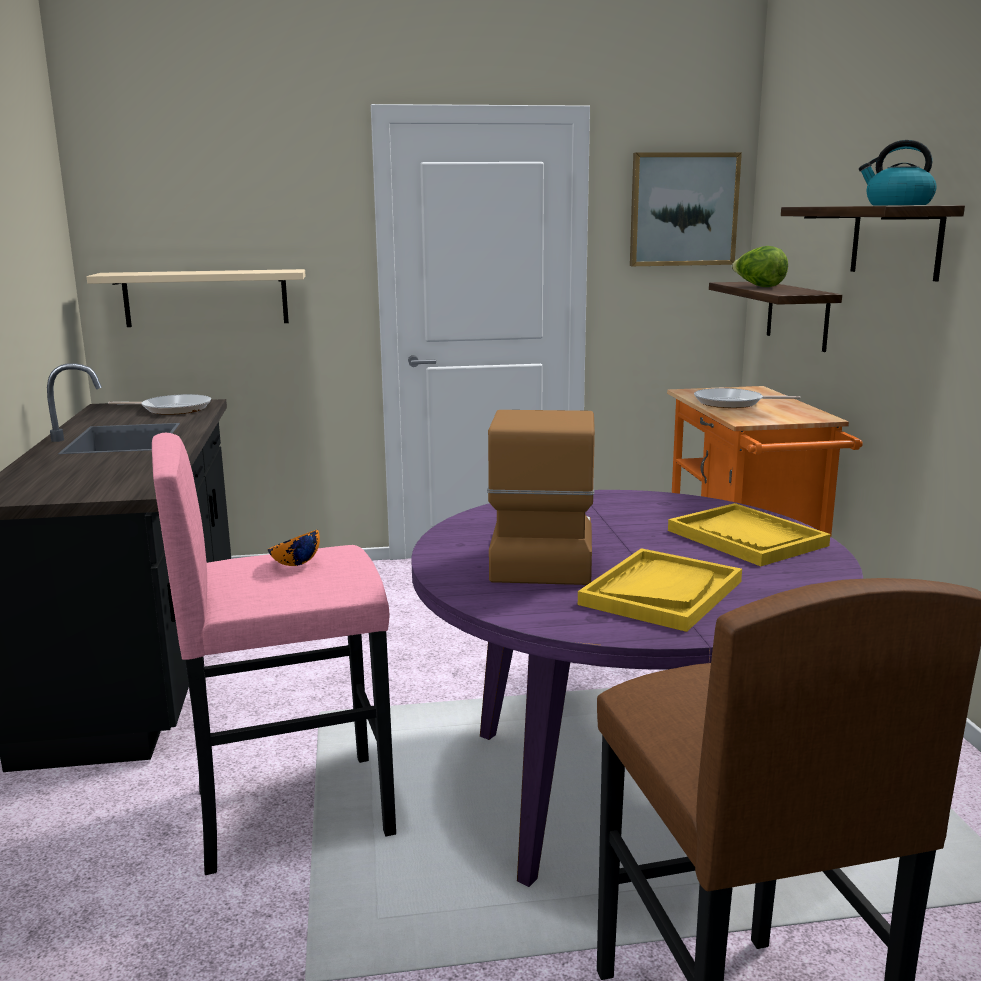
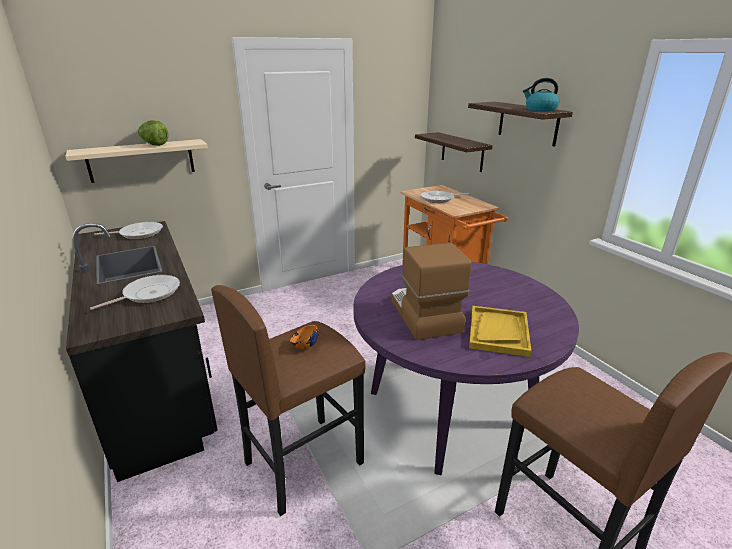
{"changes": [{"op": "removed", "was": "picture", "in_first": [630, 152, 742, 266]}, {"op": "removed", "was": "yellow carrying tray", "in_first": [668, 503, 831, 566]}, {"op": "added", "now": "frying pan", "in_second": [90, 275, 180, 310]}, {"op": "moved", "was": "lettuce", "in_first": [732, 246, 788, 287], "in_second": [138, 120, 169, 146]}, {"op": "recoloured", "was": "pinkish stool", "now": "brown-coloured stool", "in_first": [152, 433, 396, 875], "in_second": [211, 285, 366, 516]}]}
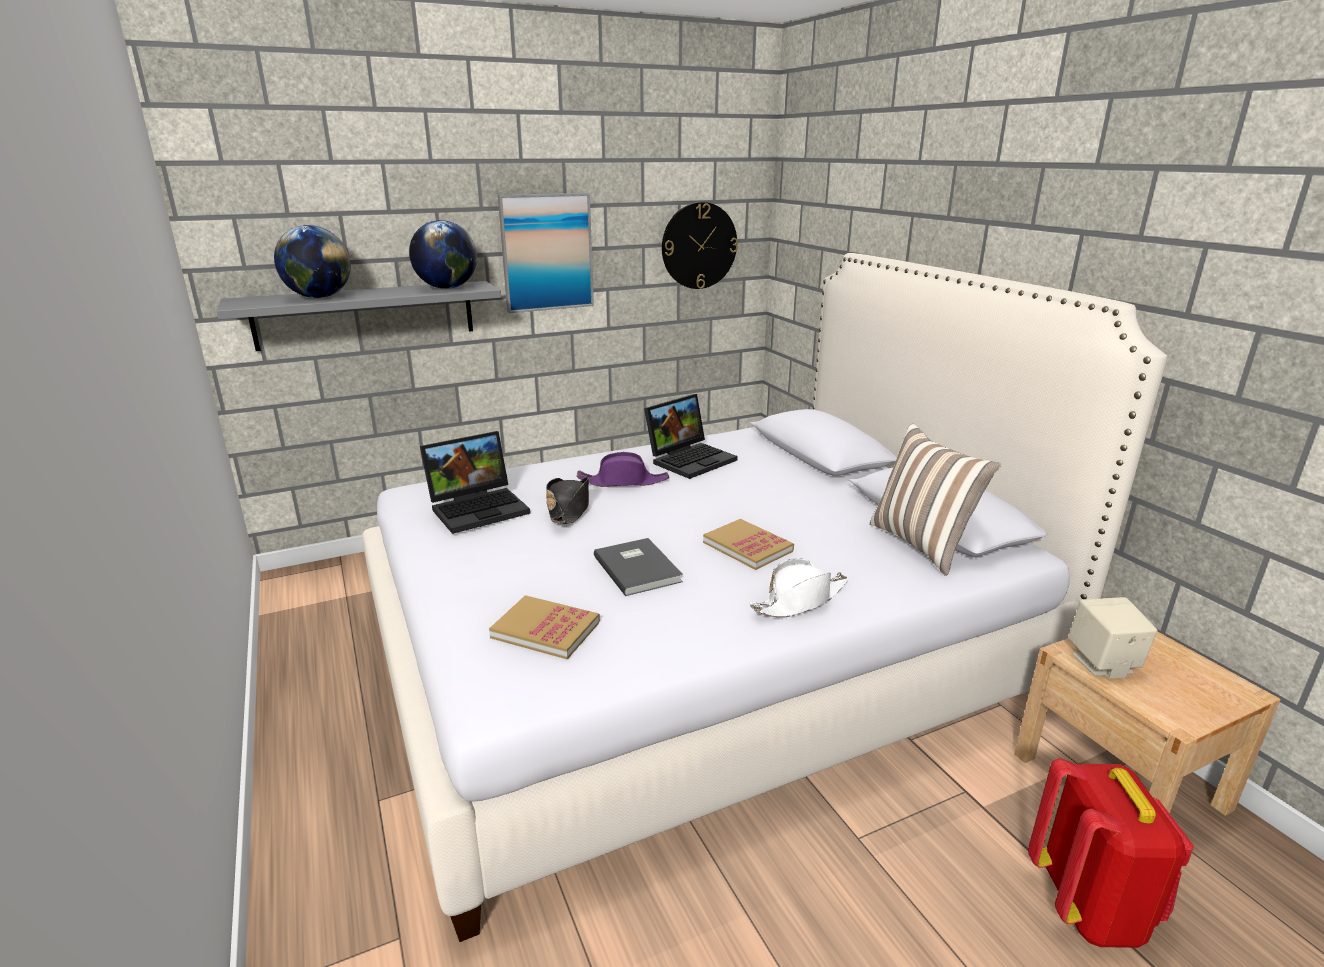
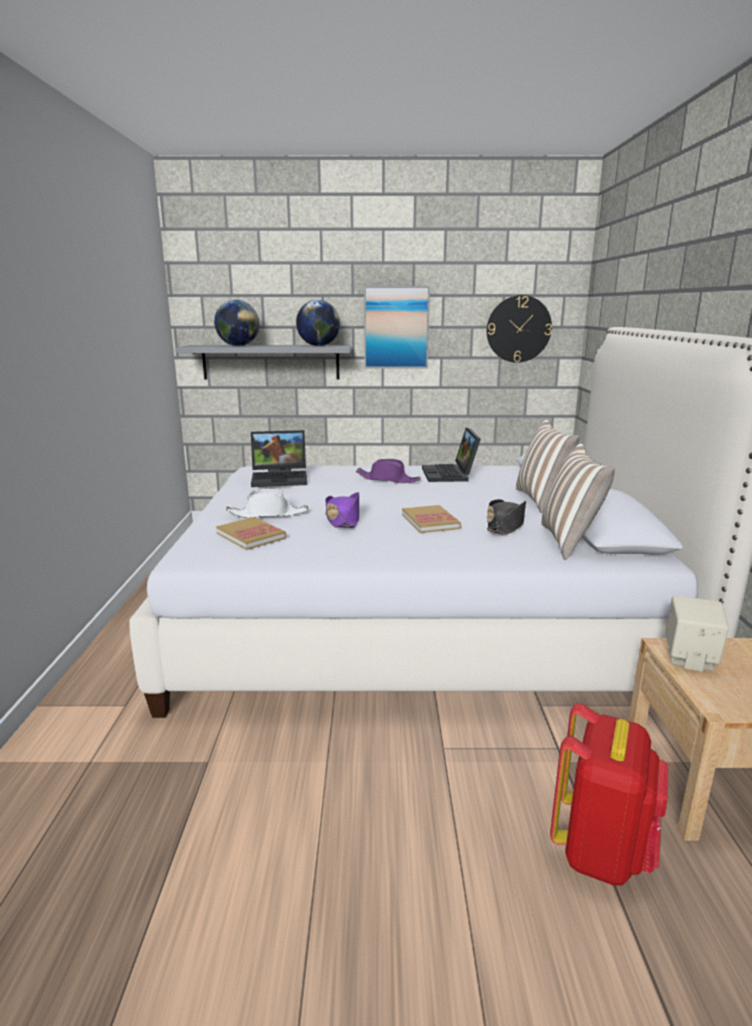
{"changes": [{"op": "added", "now": "cushion", "in_second": [516, 420, 579, 513]}, {"op": "moved", "was": "black-coloured hat", "in_first": [546, 477, 589, 524], "in_second": [487, 499, 526, 535]}, {"op": "moved", "was": "white-coloured hat", "in_first": [750, 558, 848, 618], "in_second": [226, 489, 309, 518]}, {"op": "replaced", "was": "grey book", "now": "purplish hat", "in_first": [594, 538, 683, 596], "in_second": [325, 492, 359, 528]}, {"op": "turned", "was": "notebook computer", "in_first": [644, 394, 738, 479], "in_second": [422, 427, 481, 482], "clockwise": 105}]}
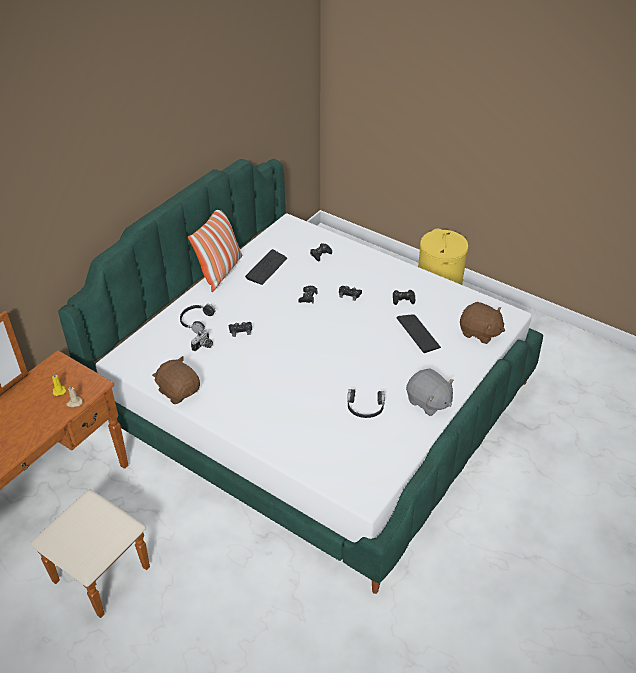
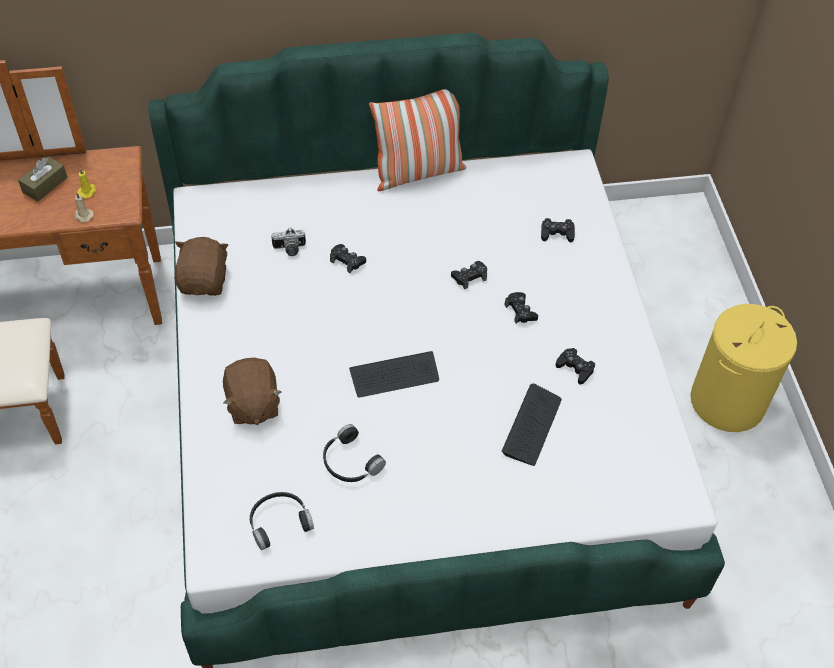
{"changes": [{"op": "removed", "was": "grey plush toy", "in_first": [406, 369, 454, 416]}, {"op": "added", "now": "brown-coloured box of tissues", "in_second": [18, 156, 68, 202]}, {"op": "moved", "was": "black-coloured headphones", "in_first": [180, 304, 216, 334], "in_second": [250, 492, 314, 550]}, {"op": "moved", "was": "computer keyboard", "in_first": [245, 249, 287, 285], "in_second": [349, 351, 439, 398]}, {"op": "moved", "was": "brown-coloured plush toy", "in_first": [460, 302, 505, 344], "in_second": [223, 358, 282, 425]}]}
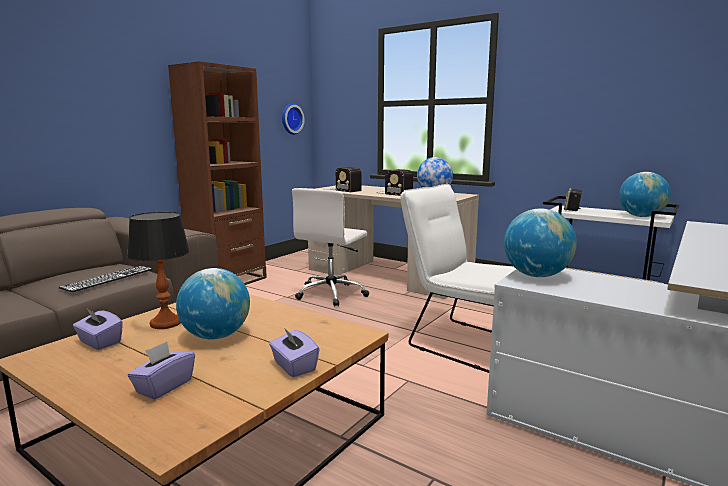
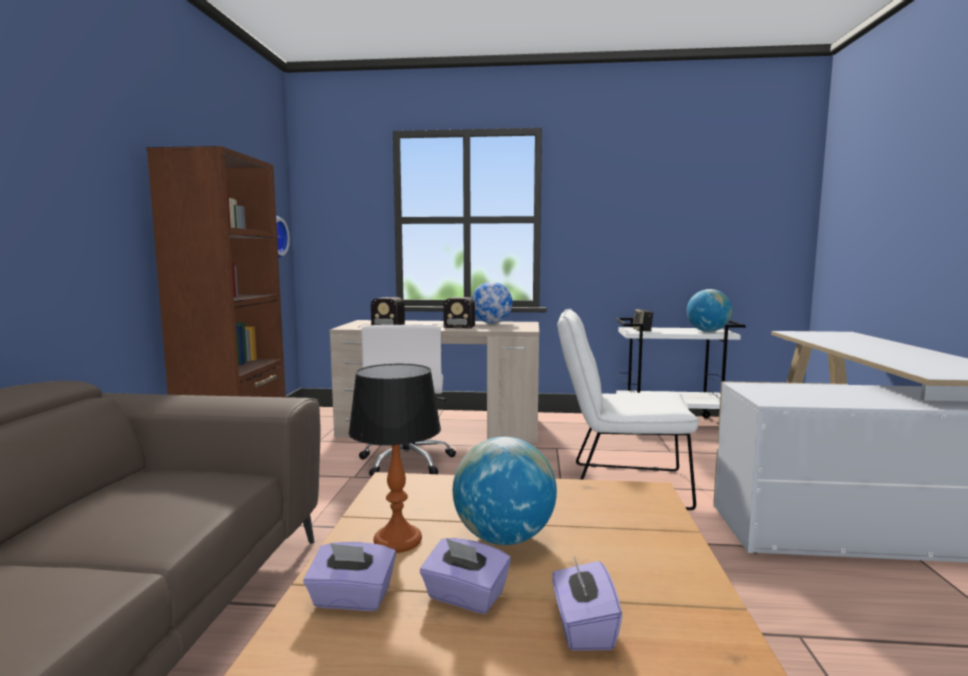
{"changes": [{"op": "removed", "was": "computer keyboard", "in_first": [58, 266, 153, 292]}, {"op": "removed", "was": "globe", "in_first": [504, 208, 577, 277]}, {"op": "moved", "was": "purplish box of tissues", "in_first": [269, 329, 320, 377], "in_second": [420, 538, 511, 614]}]}
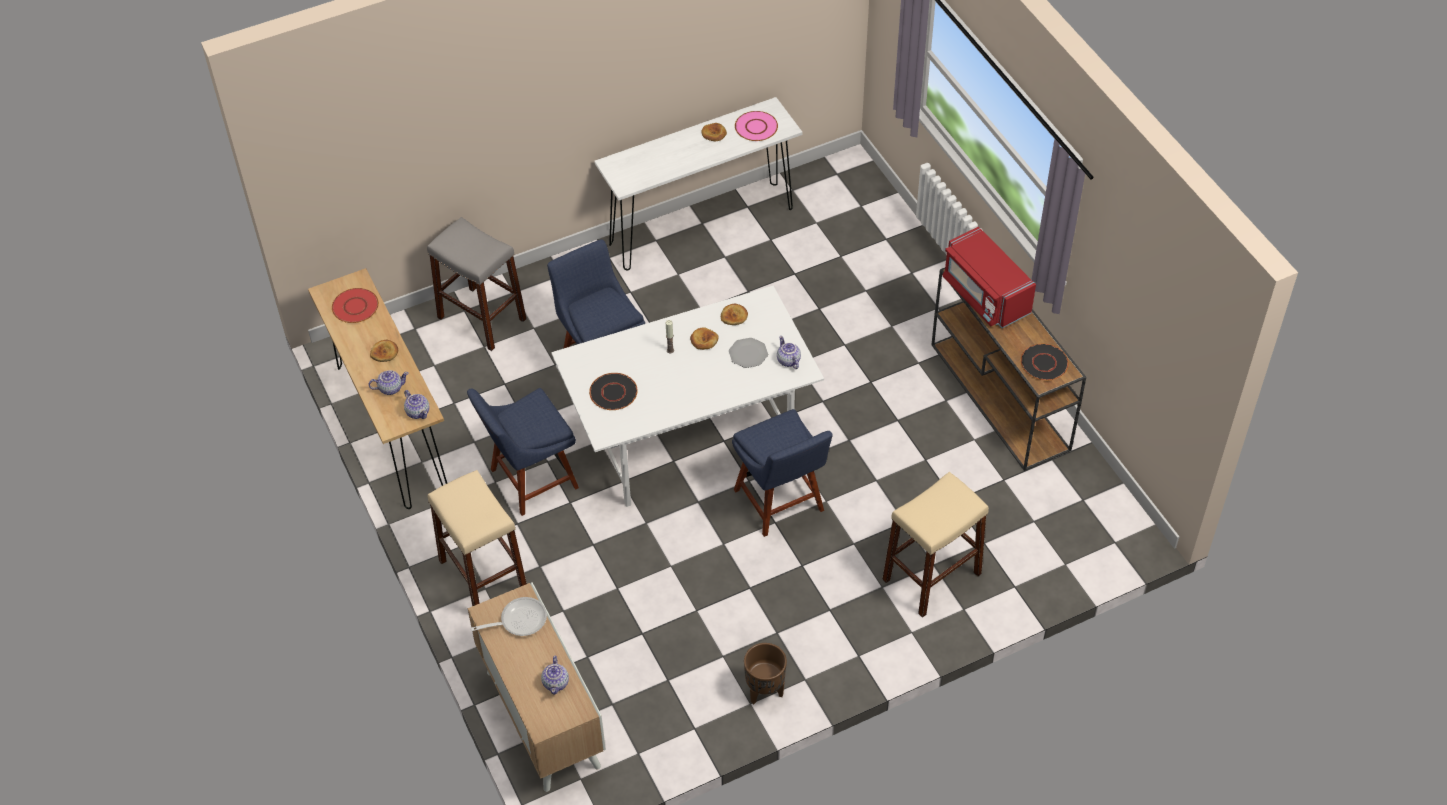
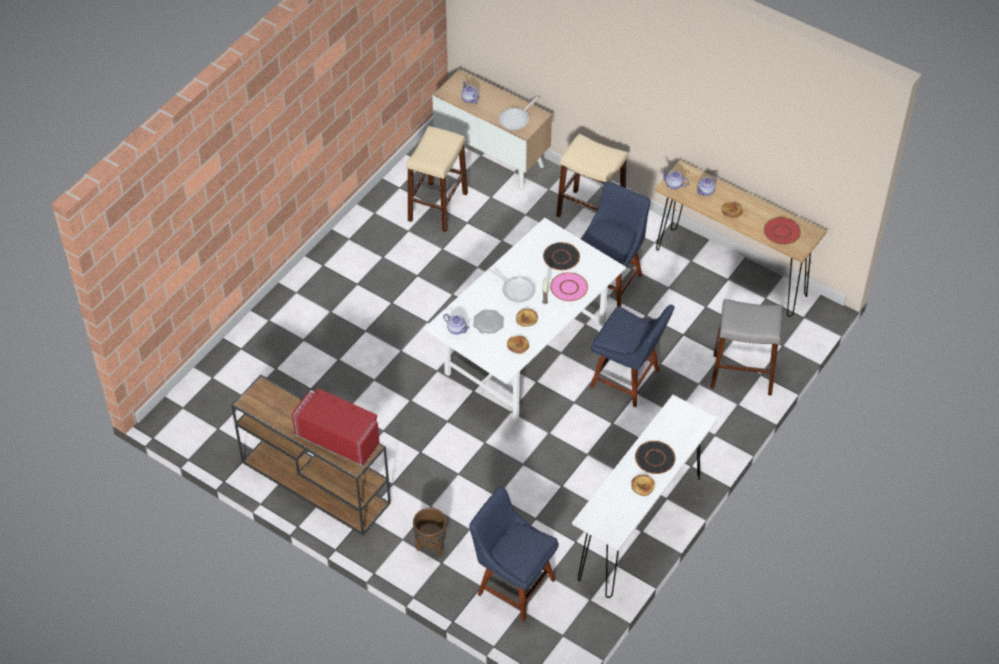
{"changes": [{"op": "added", "now": "frying pan", "in_second": [488, 268, 535, 303]}, {"op": "moved", "was": "blue-coloured plain chair", "in_first": [732, 409, 832, 537], "in_second": [469, 486, 559, 621]}, {"op": "moved", "was": "pinkish flat dish", "in_first": [735, 111, 778, 141], "in_second": [550, 272, 588, 301]}, {"op": "moved", "was": "brown-coloured plant pot", "in_first": [744, 643, 787, 704], "in_second": [413, 508, 446, 556]}, {"op": "moved", "was": "beige-coloured stool", "in_first": [882, 472, 989, 618], "in_second": [407, 126, 468, 232]}, {"op": "moved", "was": "black-coloured flat dish", "in_first": [1020, 344, 1069, 380], "in_second": [635, 441, 676, 474]}]}
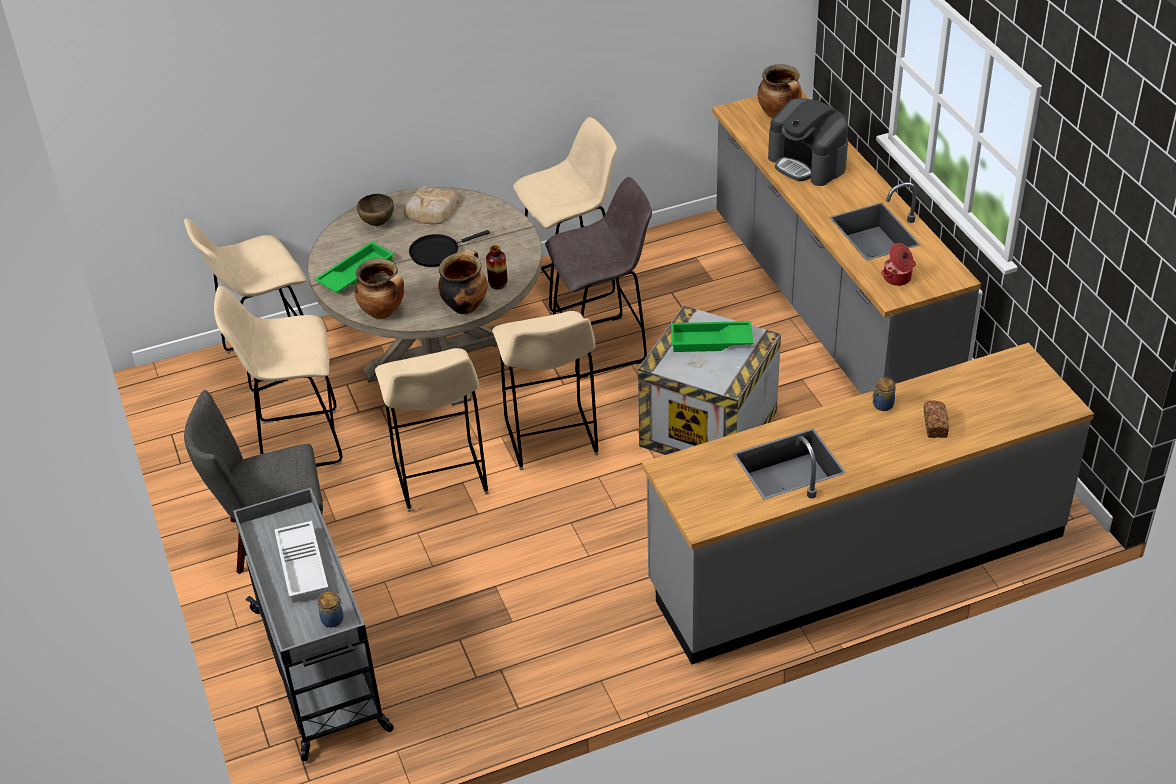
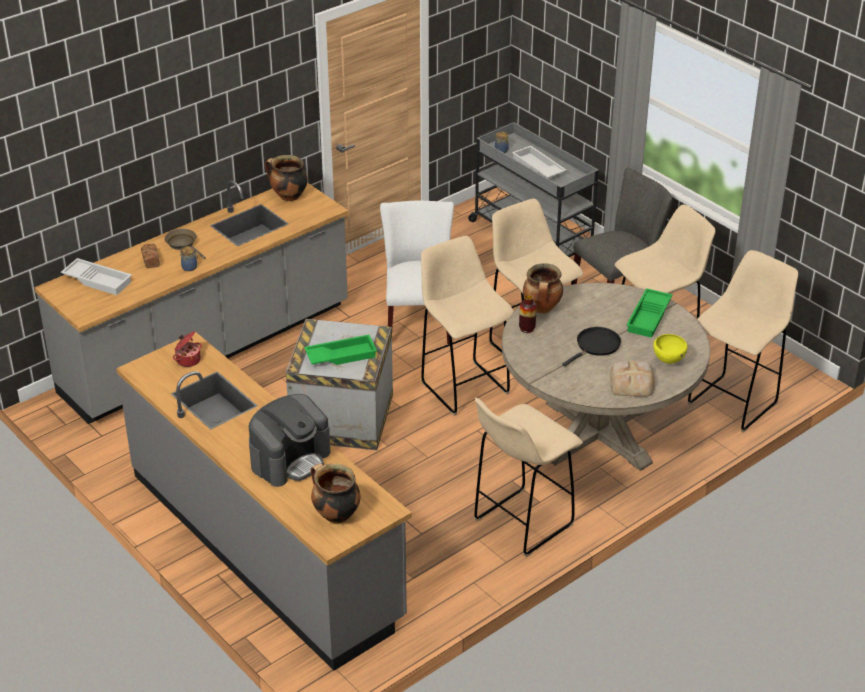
{"changes": [{"op": "removed", "was": "grey stool", "in_first": [545, 177, 652, 379]}, {"op": "added", "now": "white-coloured carrying tray", "in_second": [61, 258, 132, 295]}, {"op": "added", "now": "brown-coloured frying pan", "in_second": [164, 229, 206, 259]}, {"op": "added", "now": "white-coloured plain chair", "in_second": [380, 200, 454, 344]}, {"op": "moved", "was": "saucepot", "in_first": [354, 258, 404, 319], "in_second": [265, 155, 308, 201]}, {"op": "recoloured", "was": "brown-coloured serving bowl", "now": "yellow serving bowl", "in_first": [357, 194, 394, 226], "in_second": [653, 334, 688, 364]}, {"op": "turned", "was": "coffee maker", "in_first": [768, 98, 848, 186], "in_second": [249, 394, 331, 487], "clockwise": 105}]}
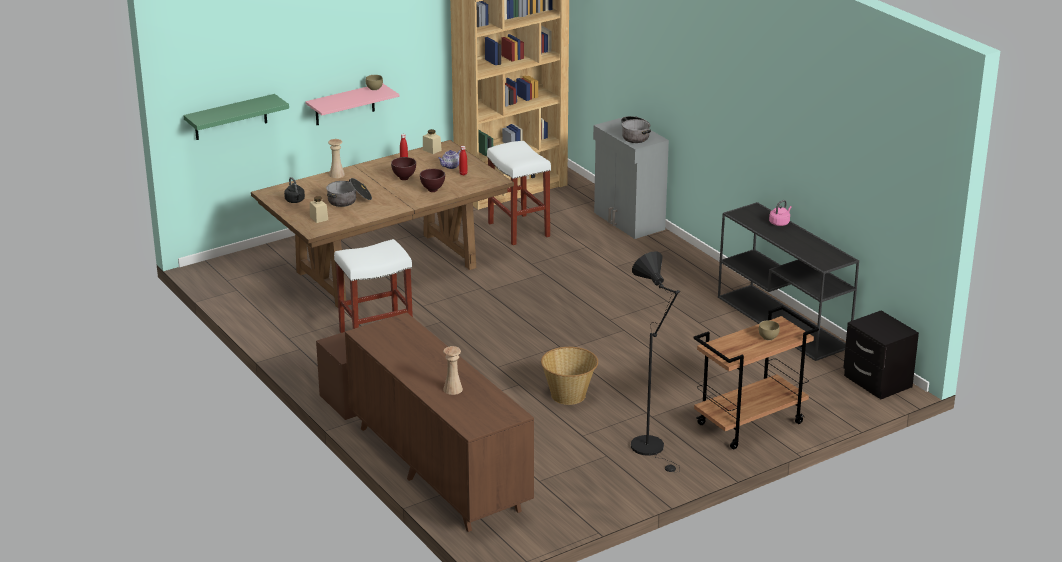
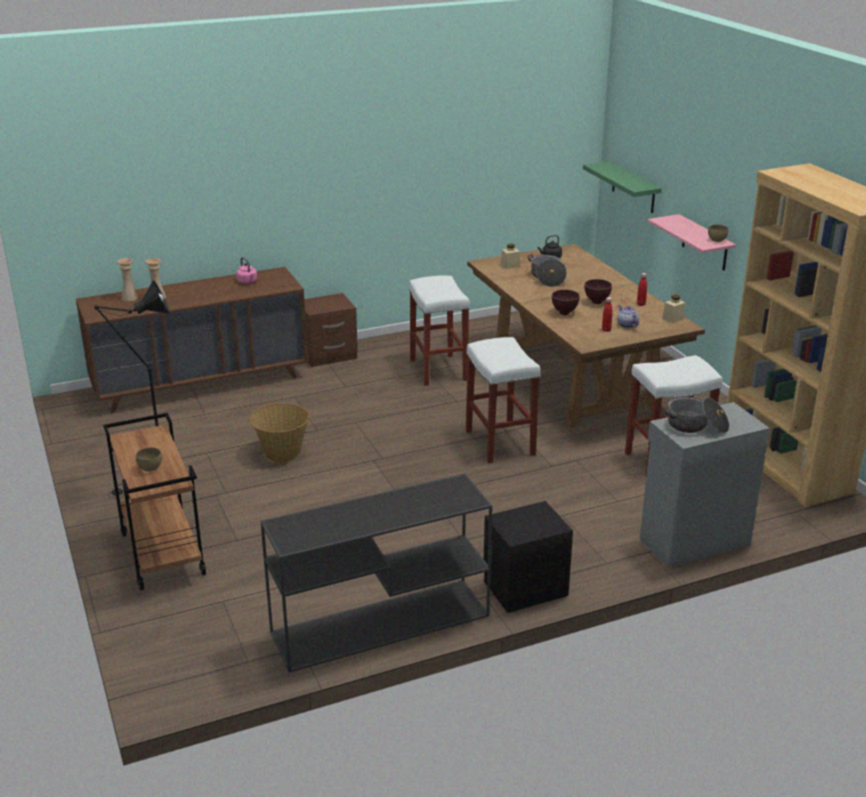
{"changes": [{"op": "added", "now": "white-coloured stool", "in_second": [466, 337, 541, 463]}, {"op": "moved", "was": "beige-coloured decorative vase", "in_first": [328, 139, 345, 178], "in_second": [117, 258, 139, 301]}, {"op": "moved", "was": "pinkish water kettle", "in_first": [769, 200, 792, 226], "in_second": [236, 257, 257, 284]}, {"op": "moved", "was": "black-coloured bedside table", "in_first": [843, 310, 919, 399], "in_second": [484, 501, 573, 613]}]}
